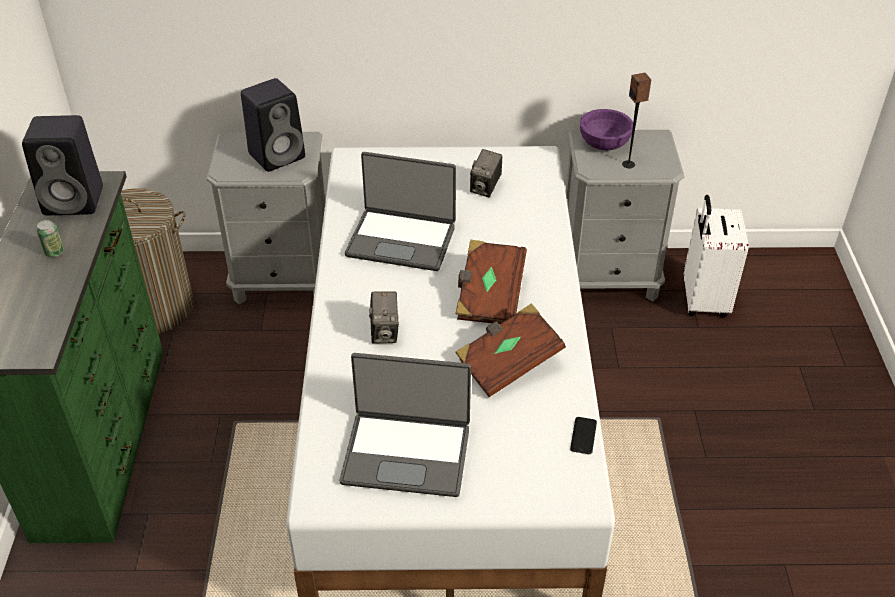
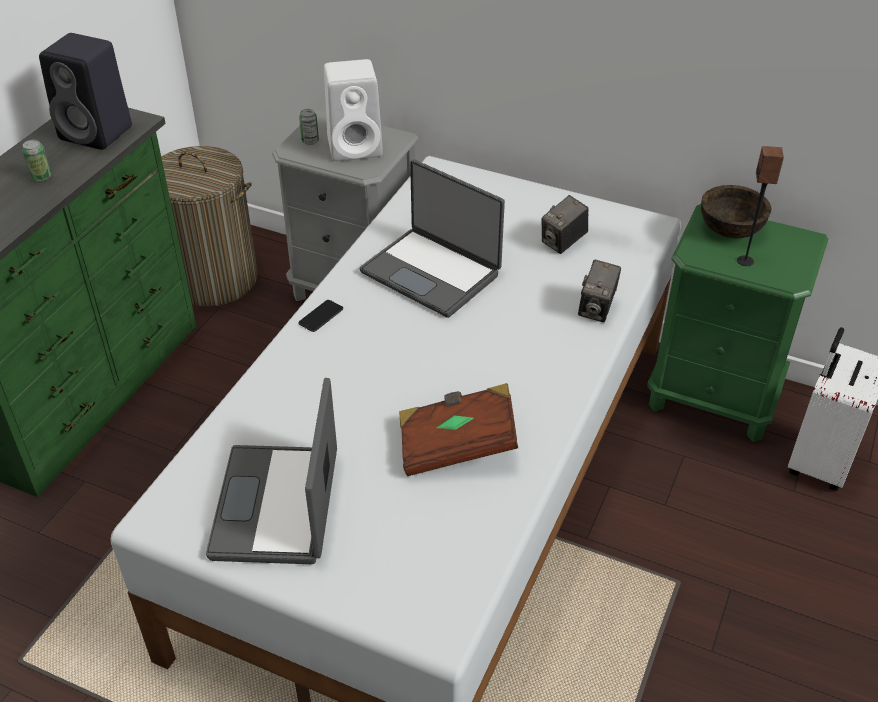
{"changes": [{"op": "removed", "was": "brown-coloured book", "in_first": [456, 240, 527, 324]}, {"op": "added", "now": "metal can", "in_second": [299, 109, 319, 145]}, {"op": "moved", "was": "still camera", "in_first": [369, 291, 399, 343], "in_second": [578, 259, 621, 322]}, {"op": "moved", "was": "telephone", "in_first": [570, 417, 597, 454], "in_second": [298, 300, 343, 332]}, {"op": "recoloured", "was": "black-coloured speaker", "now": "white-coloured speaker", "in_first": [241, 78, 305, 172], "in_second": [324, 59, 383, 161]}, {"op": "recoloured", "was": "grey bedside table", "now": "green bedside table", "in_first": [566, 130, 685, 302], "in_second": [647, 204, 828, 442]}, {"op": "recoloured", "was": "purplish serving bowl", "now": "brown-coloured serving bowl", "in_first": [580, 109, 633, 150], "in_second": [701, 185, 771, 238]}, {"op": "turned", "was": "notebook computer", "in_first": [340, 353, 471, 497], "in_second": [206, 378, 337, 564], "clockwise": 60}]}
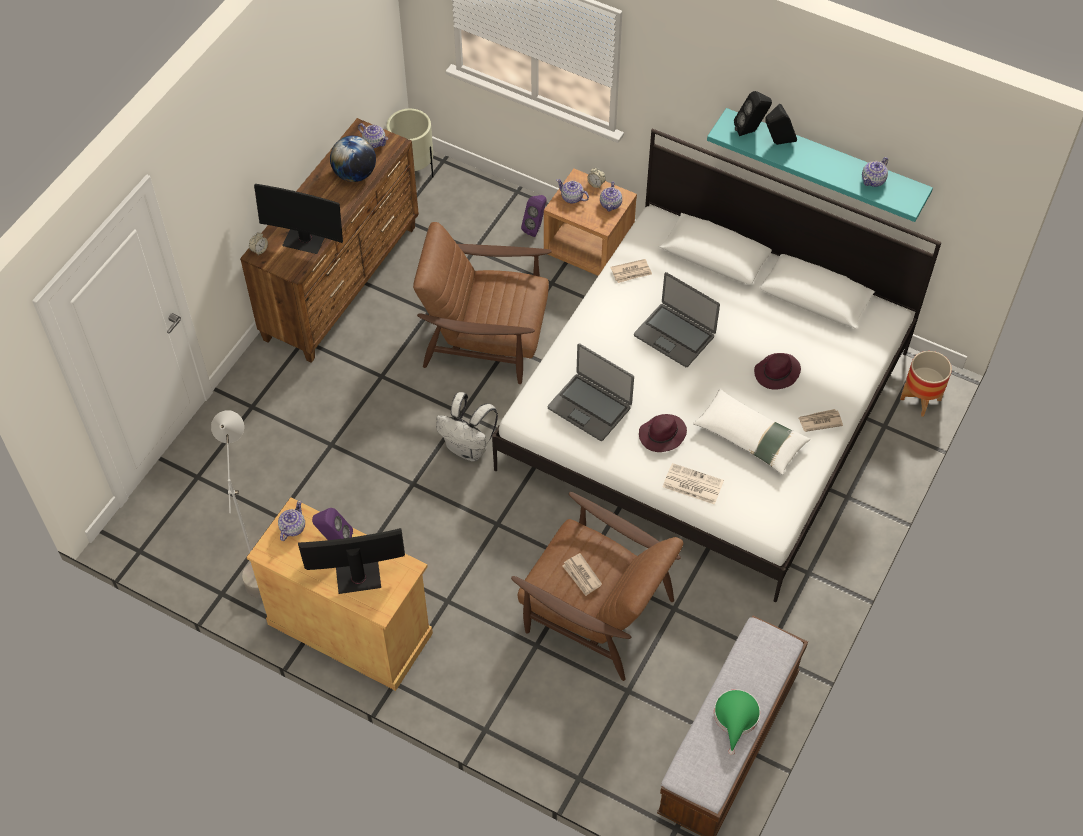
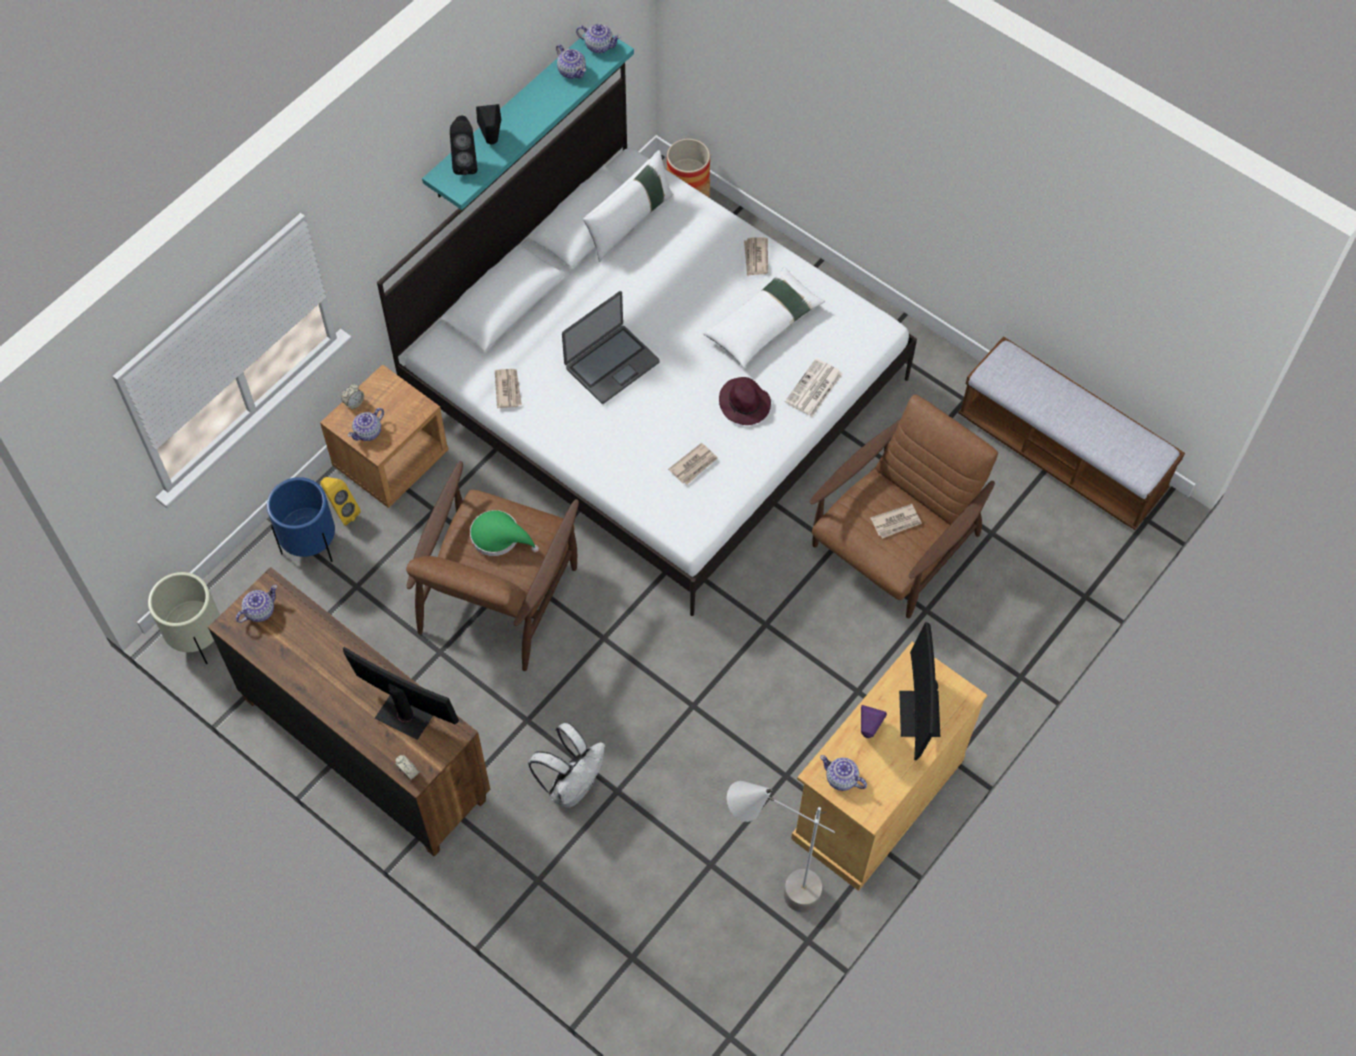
{"changes": [{"op": "removed", "was": "globe", "in_first": [330, 136, 376, 182]}, {"op": "removed", "was": "purplish hat", "in_first": [754, 353, 801, 390]}, {"op": "added", "now": "blue-coloured plant pot", "in_second": [267, 477, 335, 562]}, {"op": "added", "now": "white-coloured cushion", "in_second": [583, 150, 673, 262]}, {"op": "moved", "was": "white-coloured backpack", "in_first": [436, 392, 498, 462], "in_second": [528, 723, 606, 808]}, {"op": "moved", "was": "pot for tea", "in_first": [600, 181, 622, 212], "in_second": [576, 24, 621, 53]}, {"op": "moved", "was": "green hat", "in_first": [714, 689, 760, 755], "in_second": [470, 510, 539, 556]}, {"op": "replaced", "was": "notebook computer", "now": "newspaper", "in_first": [548, 343, 634, 441], "in_second": [668, 443, 718, 485]}, {"op": "recoloured", "was": "purplish speaker", "now": "yellow speaker", "in_first": [521, 195, 547, 237], "in_second": [320, 477, 361, 525]}, {"op": "turned", "was": "computer screen", "in_first": [254, 184, 343, 254], "in_second": [343, 647, 459, 740], "clockwise": -90}]}
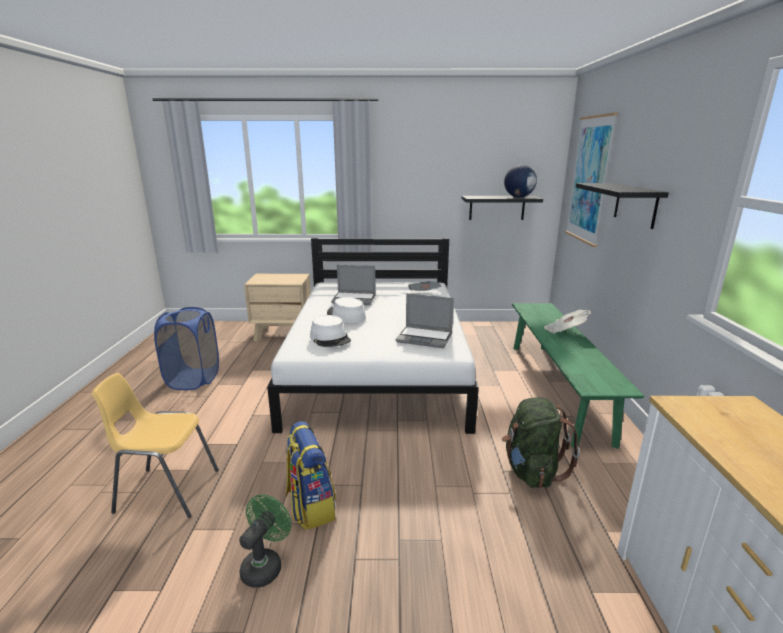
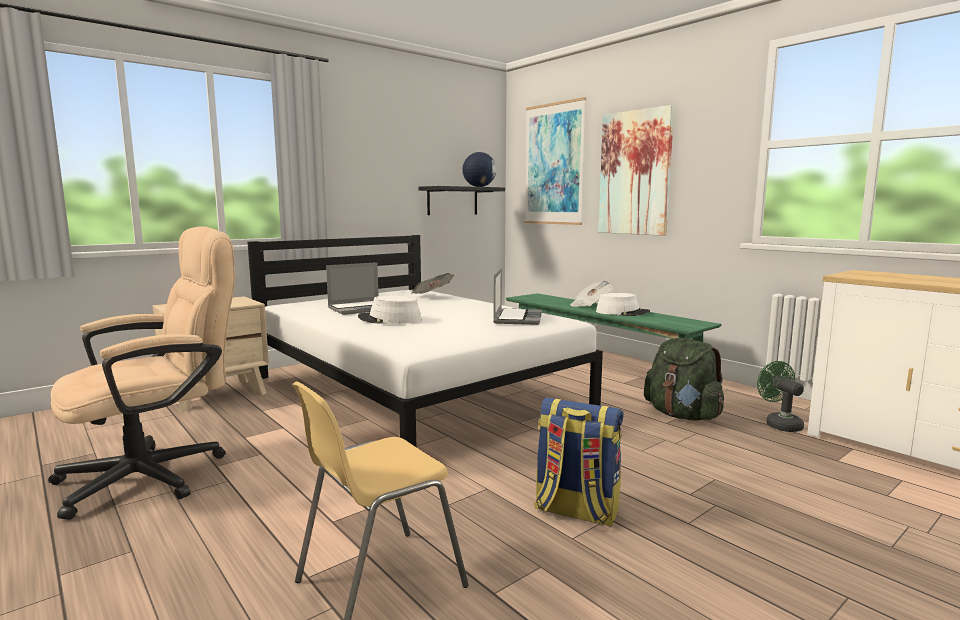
{"changes": [{"op": "moved", "was": "green electric fan", "in_first": [239, 495, 291, 588], "in_second": [757, 361, 804, 432]}, {"op": "moved", "was": "white-coloured hat", "in_first": [310, 315, 351, 347], "in_second": [596, 293, 650, 316]}, {"op": "replaced", "was": "blue-coloured laundry basket", "now": "beige-coloured office chair", "in_first": [154, 307, 219, 390], "in_second": [48, 226, 235, 520]}, {"op": "replaced", "was": "black-coloured bracket shelf", "now": "picture", "in_first": [576, 183, 669, 229], "in_second": [598, 105, 674, 236]}, {"op": "turned", "was": "notebook computer", "in_first": [395, 293, 454, 348], "in_second": [493, 268, 542, 325], "clockwise": -60}]}
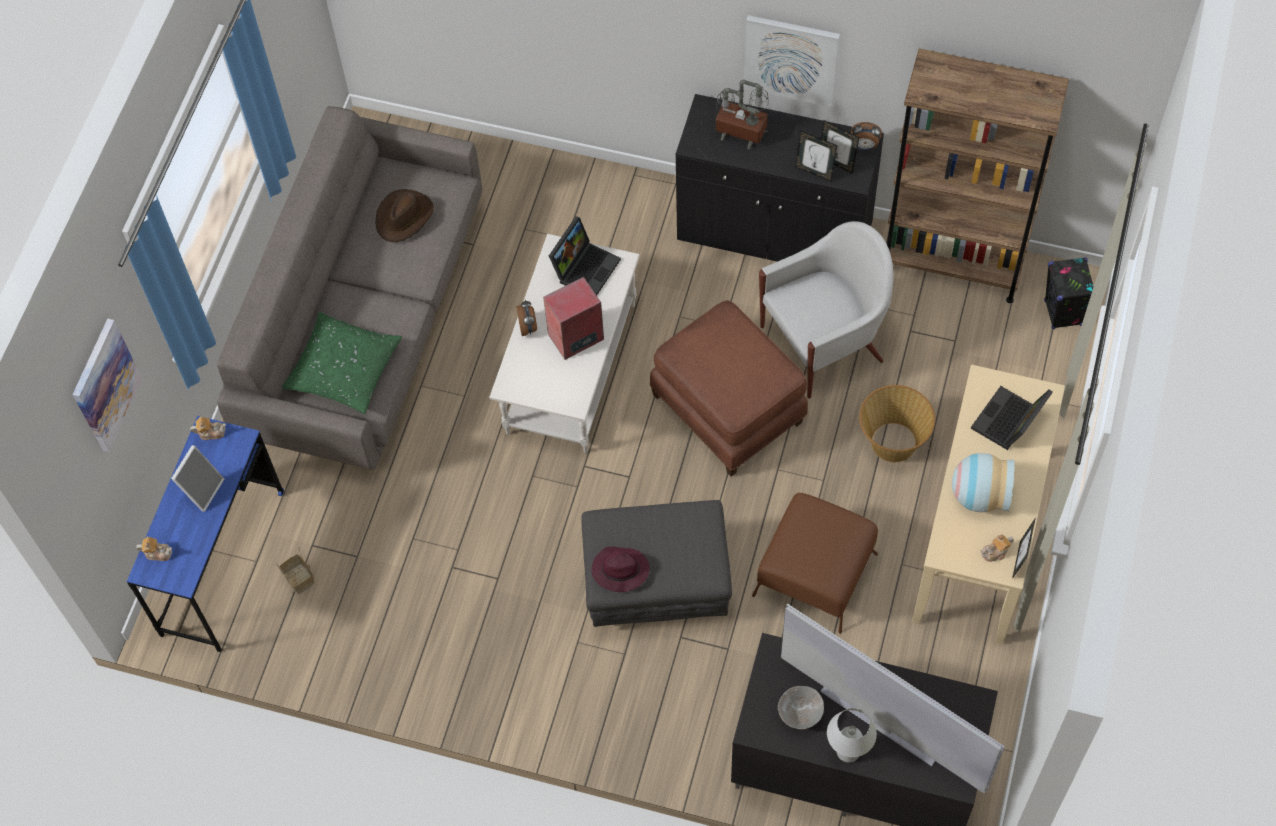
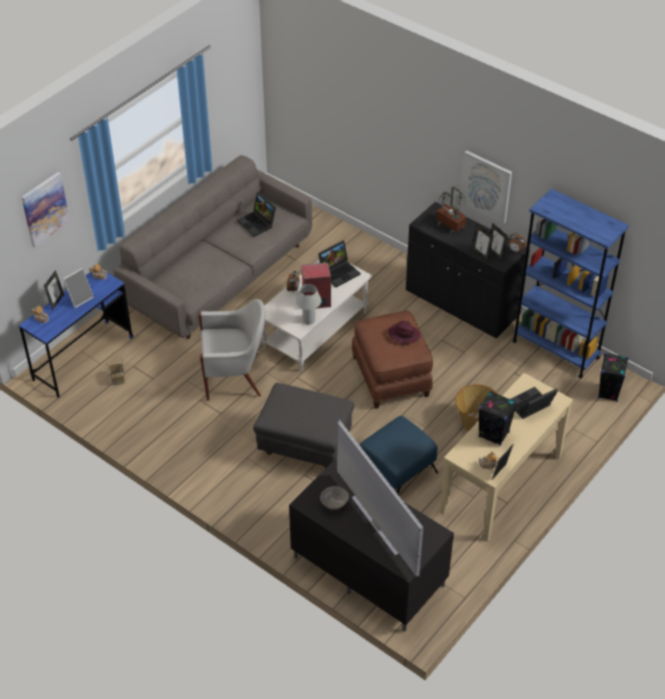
{"changes": [{"op": "removed", "was": "green cushion", "in_first": [282, 312, 402, 414]}, {"op": "added", "now": "photo frame", "in_second": [44, 270, 64, 310]}, {"op": "moved", "was": "purplish hat", "in_first": [591, 547, 650, 592], "in_second": [388, 321, 421, 344]}, {"op": "moved", "was": "white-coloured lounge chair", "in_first": [759, 221, 894, 399], "in_second": [198, 299, 265, 400]}, {"op": "moved", "was": "white-coloured tabletop lamp", "in_first": [827, 708, 877, 762], "in_second": [296, 284, 321, 325]}, {"op": "replaced", "was": "brown-coloured hat", "now": "notebook computer", "in_first": [376, 189, 434, 242], "in_second": [237, 192, 276, 237]}, {"op": "replaced", "was": "decorative vase", "now": "black-coloured speaker", "in_first": [952, 453, 1015, 512], "in_second": [479, 391, 517, 446]}, {"op": "recoloured", "was": "brown-coloured footrest", "now": "blue-coloured footrest", "in_first": [752, 493, 878, 634], "in_second": [359, 416, 438, 494]}, {"op": "recoloured", "was": "brown-coloured shelving unit", "now": "blue-coloured shelving unit", "in_first": [887, 49, 1069, 303], "in_second": [512, 189, 629, 378]}]}
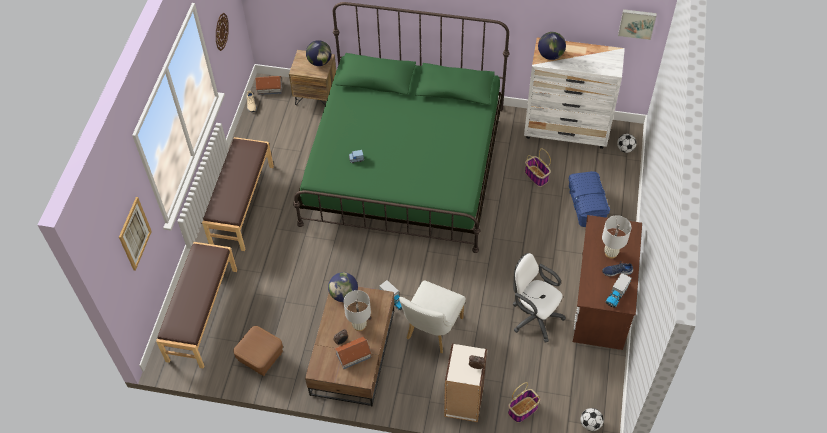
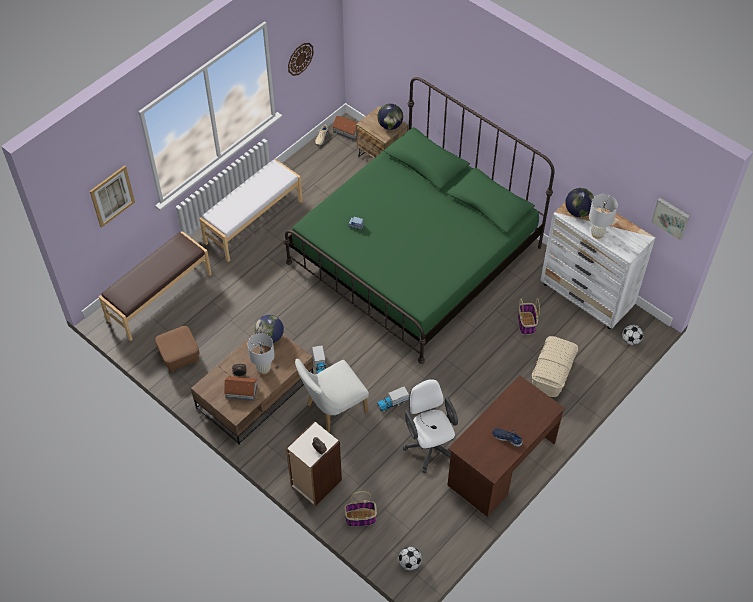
{"changes": [{"op": "moved", "was": "white-coloured tabletop lamp", "in_first": [602, 215, 631, 259], "in_second": [589, 194, 618, 239]}, {"op": "moved", "was": "toy lorry", "in_first": [605, 273, 631, 308], "in_second": [377, 387, 409, 412]}, {"op": "recoloured", "was": "brown-coloured indoor bench", "now": "white-coloured indoor bench", "in_first": [202, 137, 274, 251], "in_second": [199, 159, 302, 262]}, {"op": "recoloured", "was": "blue-coloured storage bin", "now": "beige-coloured storage bin", "in_first": [569, 171, 610, 227], "in_second": [532, 336, 578, 397]}]}
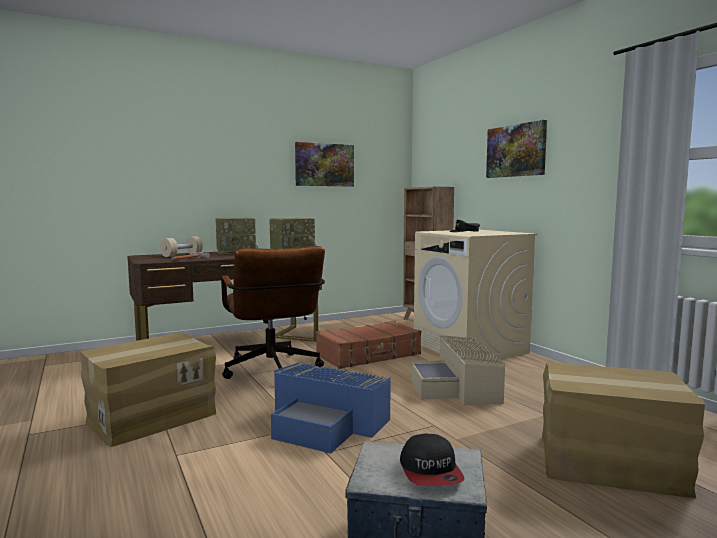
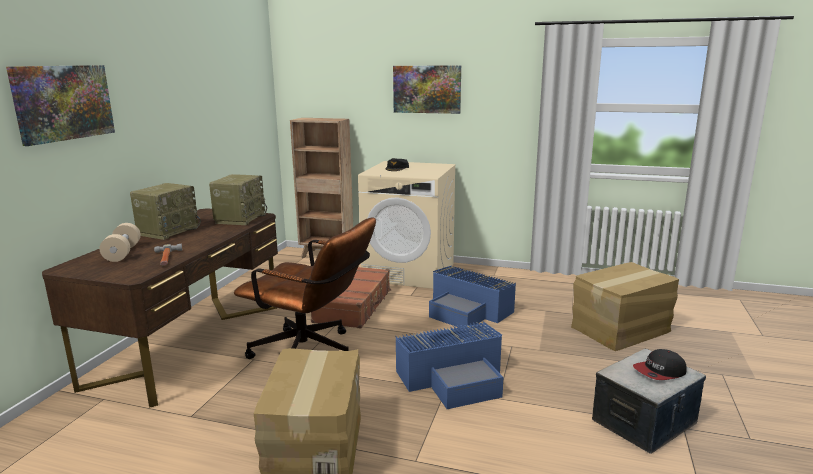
{"changes": [{"op": "moved", "was": "picture", "in_first": [295, 142, 354, 187], "in_second": [6, 65, 115, 146]}, {"op": "recoloured", "was": "beige-coloured storage bin", "now": "blue-coloured storage bin", "in_first": [410, 335, 506, 405], "in_second": [429, 266, 516, 327]}, {"op": "turned", "was": "peaked cap", "in_first": [400, 433, 464, 486], "in_second": [633, 349, 687, 380], "clockwise": 120}]}
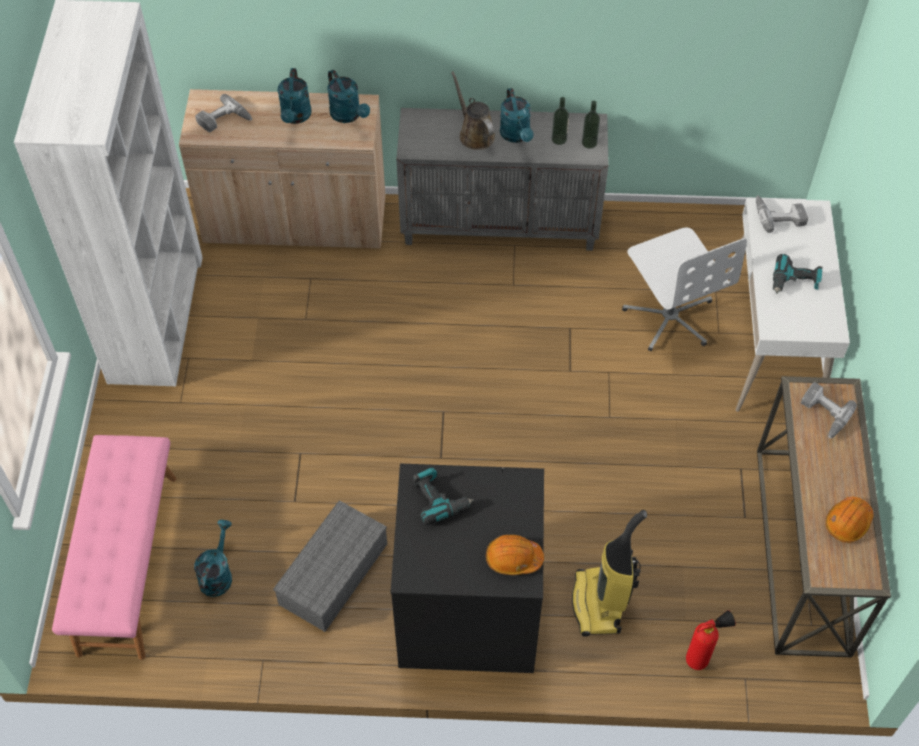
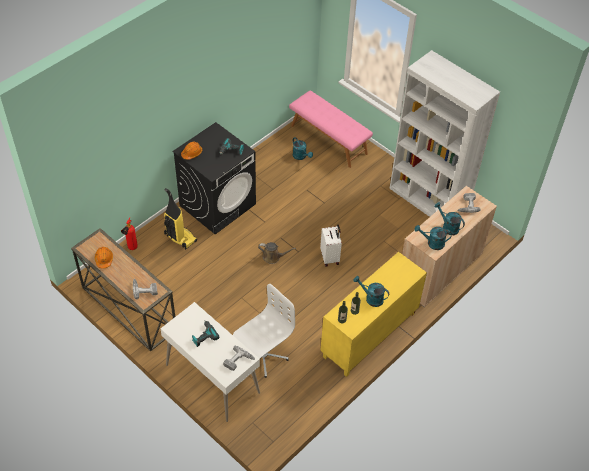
{"changes": [{"op": "removed", "was": "grey storage bin", "in_first": [273, 500, 387, 632]}, {"op": "added", "now": "white-coloured travel case", "in_second": [320, 225, 342, 266]}, {"op": "moved", "was": "brown-coloured watering pot", "in_first": [451, 72, 495, 150], "in_second": [258, 242, 296, 264]}, {"op": "recoloured", "was": "grey storage cabinet", "now": "yellow storage cabinet", "in_first": [396, 108, 609, 251], "in_second": [320, 252, 427, 377]}, {"op": "turned", "was": "white-coloured office chair", "in_first": [622, 228, 747, 351], "in_second": [233, 284, 295, 378], "clockwise": 120}]}
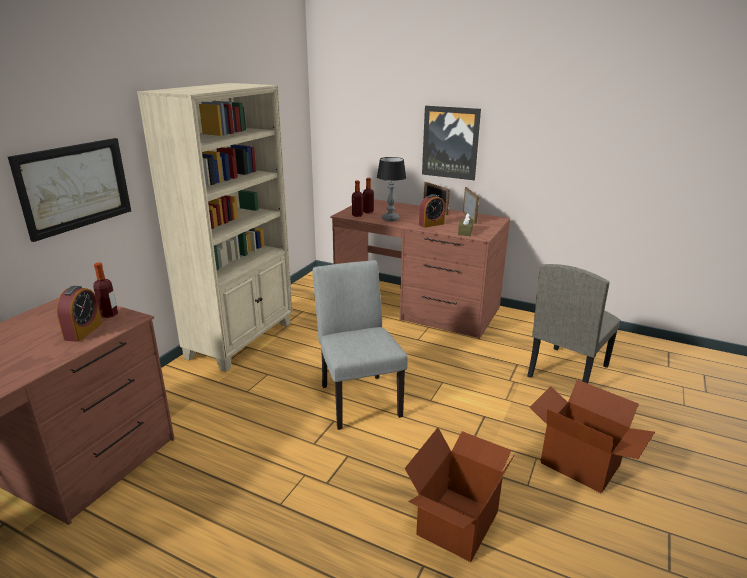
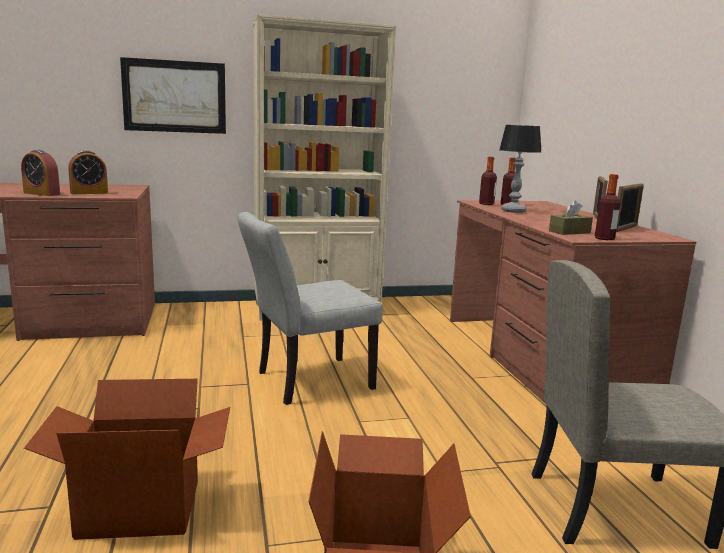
{"changes": [{"op": "removed", "was": "picture", "in_first": [422, 106, 481, 180]}, {"op": "moved", "was": "bottle", "in_first": [93, 262, 118, 318], "in_second": [595, 174, 620, 240]}, {"op": "moved", "was": "alarm clock", "in_first": [419, 194, 445, 228], "in_second": [21, 150, 60, 196]}, {"op": "turned", "was": "grey plain chair", "in_first": [312, 260, 408, 430], "in_second": [237, 212, 383, 405], "clockwise": -150}]}
